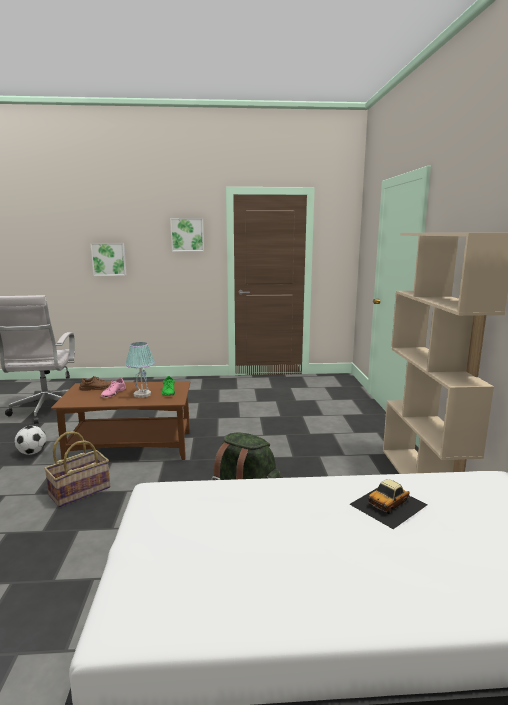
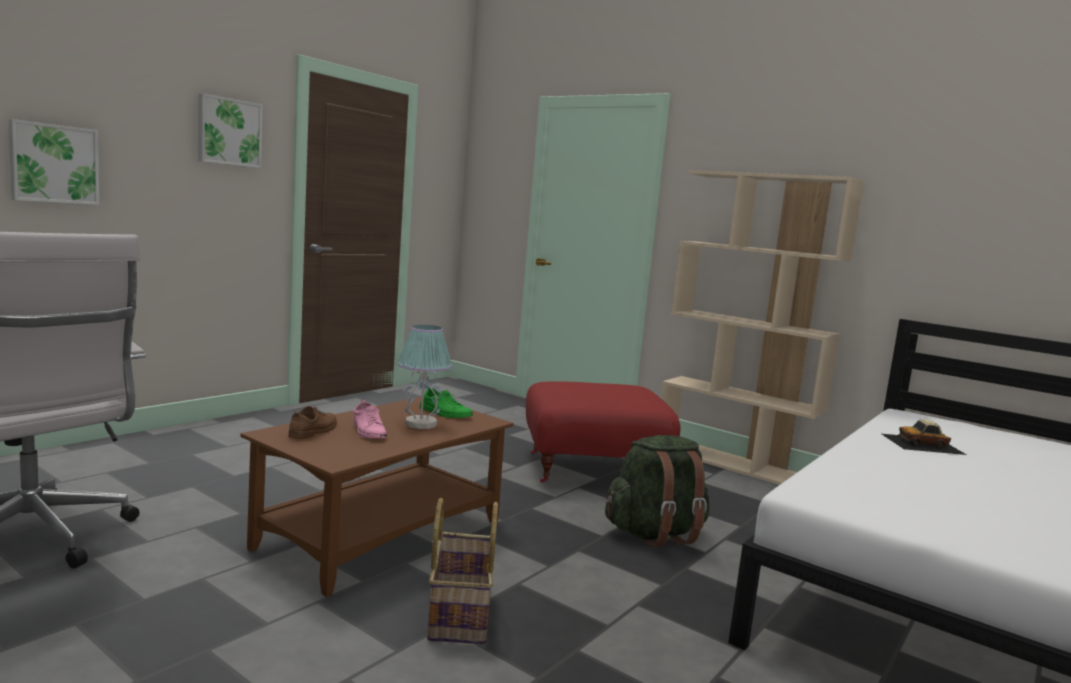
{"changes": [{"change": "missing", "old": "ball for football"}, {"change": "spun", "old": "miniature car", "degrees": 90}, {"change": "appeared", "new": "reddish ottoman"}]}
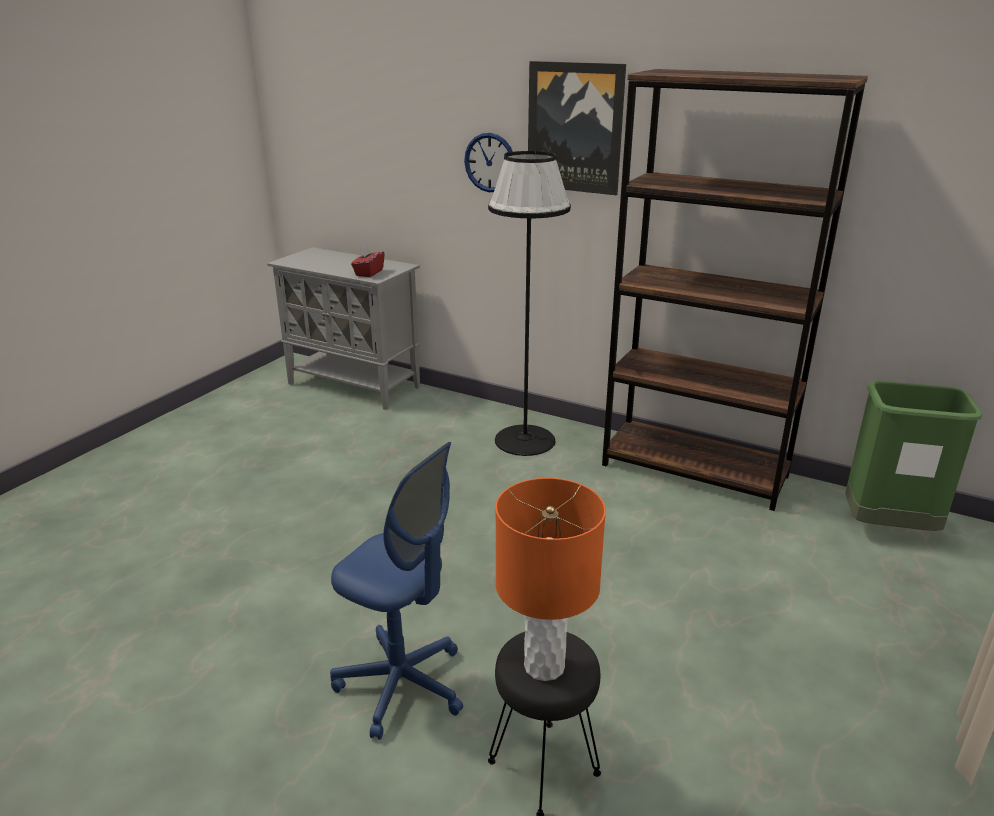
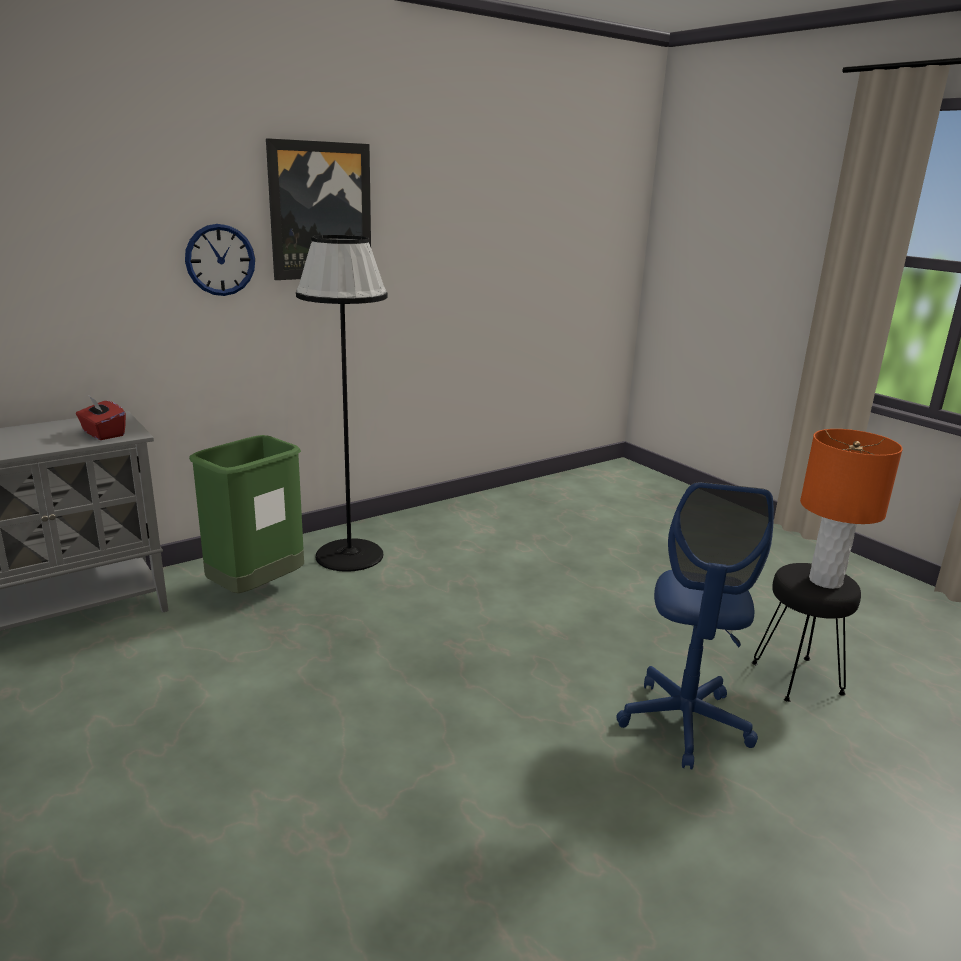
{"changes": [{"change": "spun", "old": "blue desk chair", "degrees": 135}, {"change": "missing", "old": "brown-coloured bookcase"}, {"change": "relocated", "old": "green-coloured rubbish bin"}]}
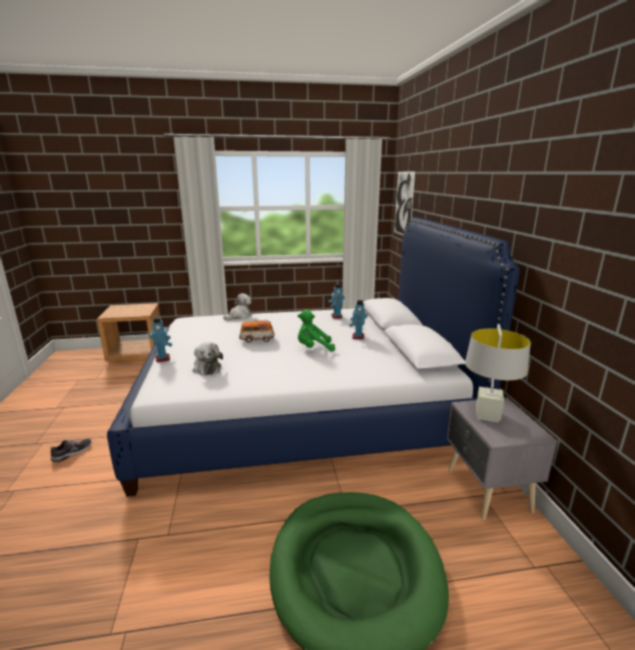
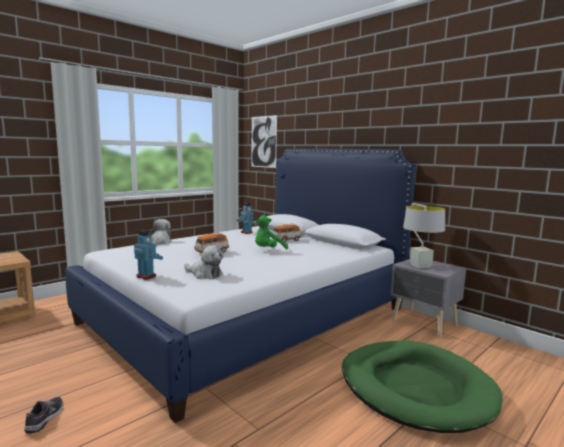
{"changes": [{"change": "exchanged", "old": "toy robot (no. 3 from left)", "new": "miniature car (no. 2 from left)"}]}
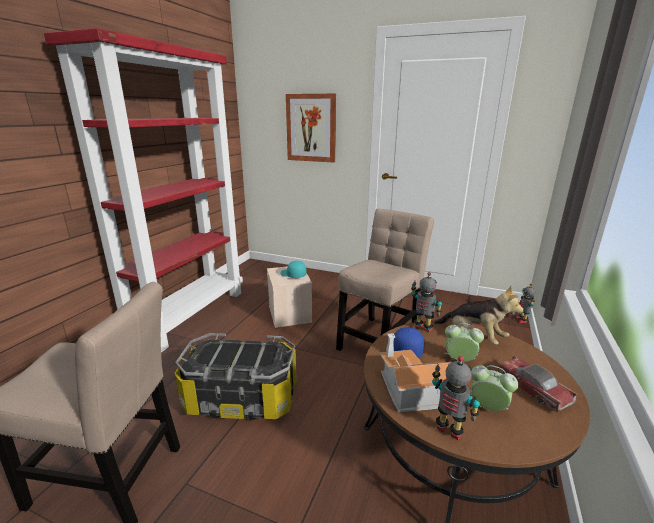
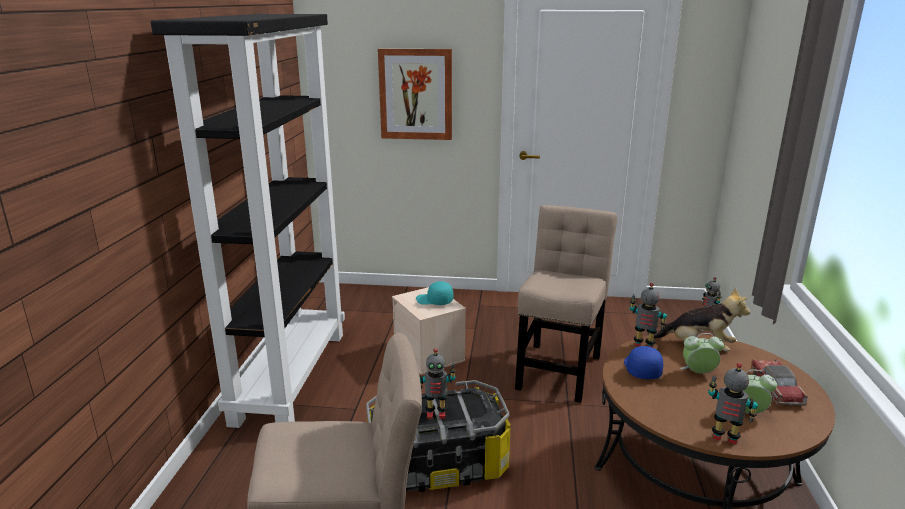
{"changes": [{"change": "colour", "old": "reddish bookcase", "new": "black-coloured bookcase"}, {"change": "missing", "old": "miniature house"}, {"change": "spun", "old": "miniature car", "degrees": 45}, {"change": "appeared", "new": "toy robot (no. 1 from left)"}]}
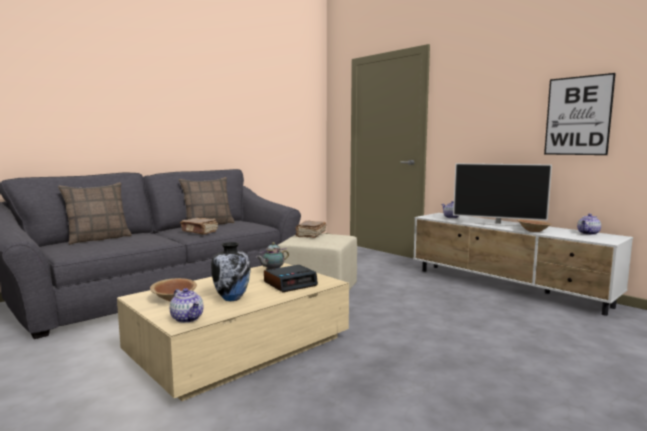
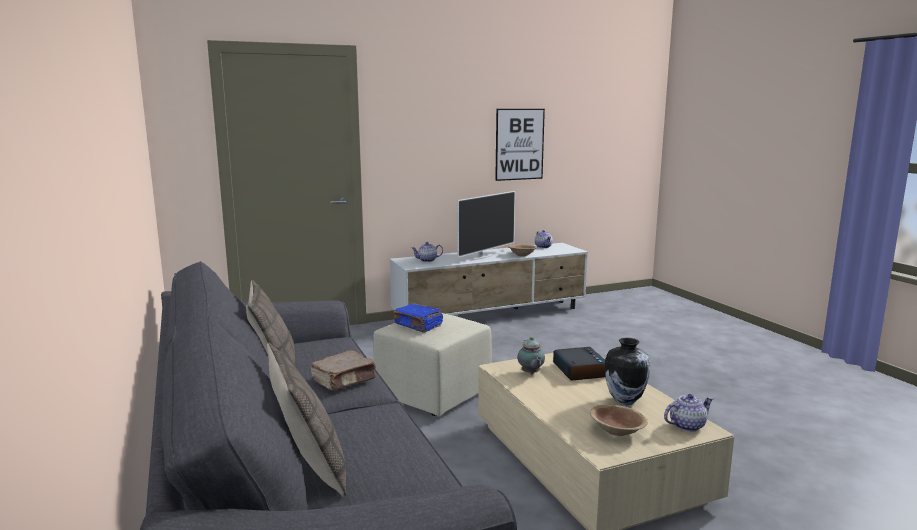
{"changes": [{"change": "colour", "old": "brown-coloured volume (no. 2 from left)", "new": "blue volume"}]}
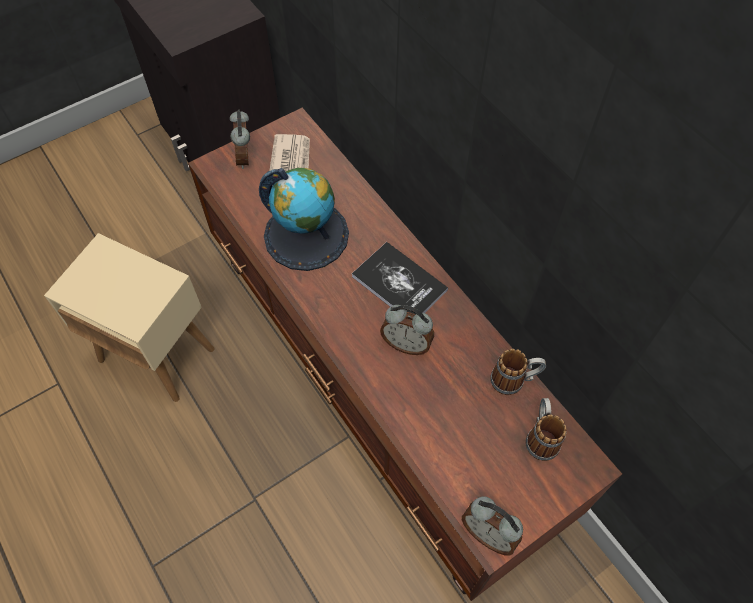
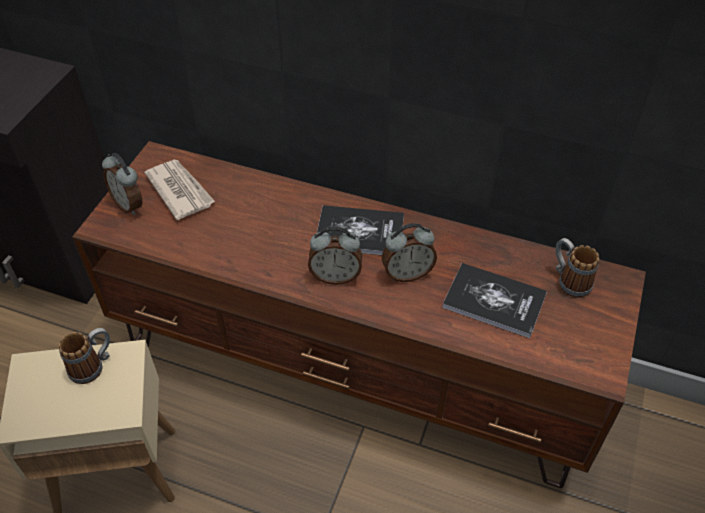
{"changes": [{"change": "missing", "old": "world globe"}, {"change": "relocated", "old": "alarm clock (no. 3 from left in the first image)", "new": "alarm clock (no. 2 from left)"}, {"change": "relocated", "old": "coffee mug (no. 1 from left)"}, {"change": "appeared", "new": "volume (no. 2 from left)"}]}
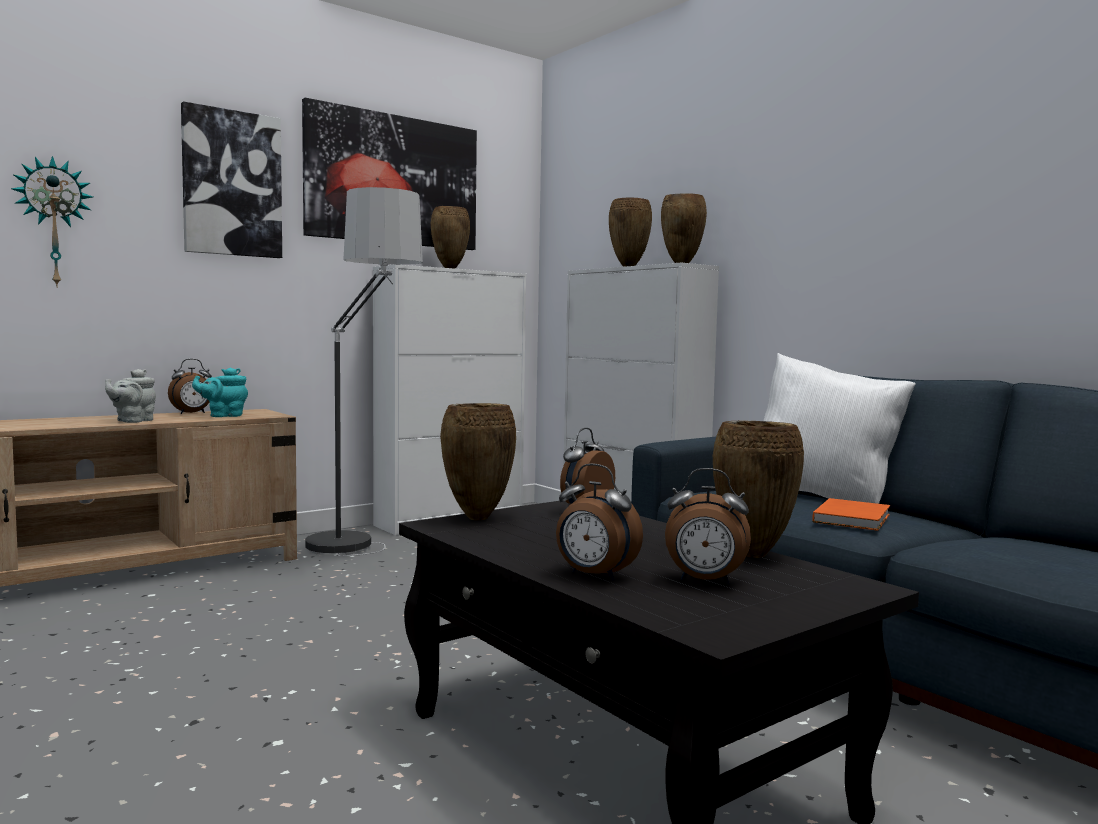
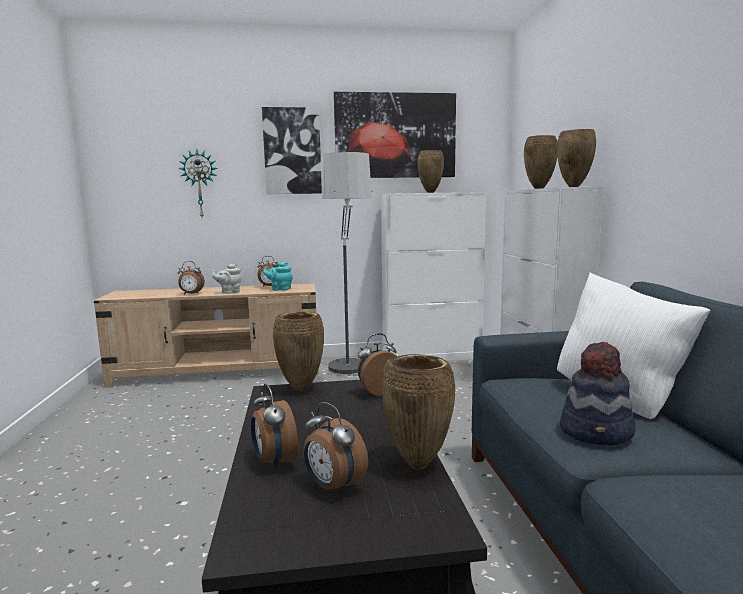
{"changes": [{"change": "exchanged", "old": "orange-coloured volume", "new": "wearable hat"}, {"change": "appeared", "new": "alarm clock (no. 1 from left)"}]}
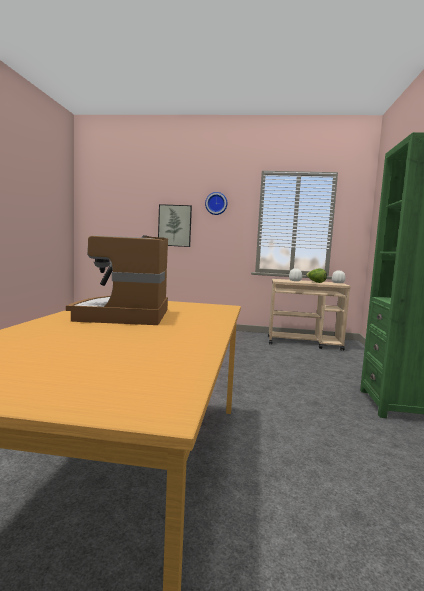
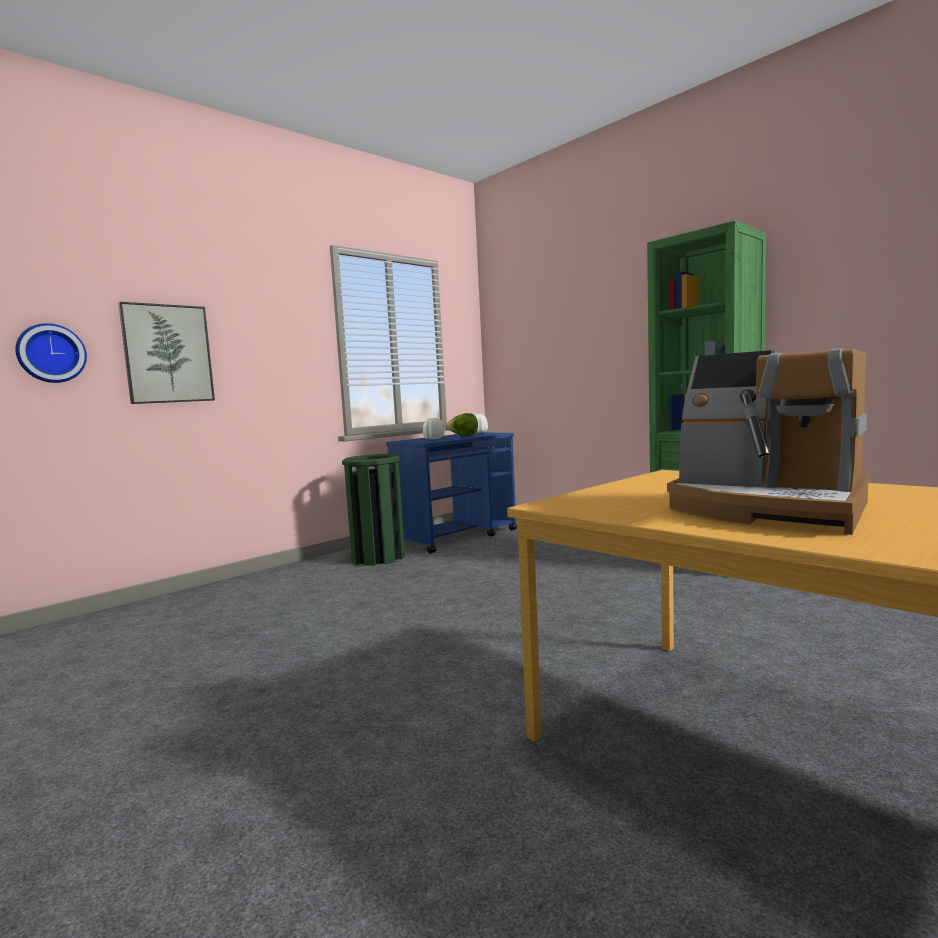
{"changes": [{"change": "relocated", "old": "wall clock"}, {"change": "colour", "old": "beige cart", "new": "blue cart"}, {"change": "appeared", "new": "green-coloured rubbish bin"}]}
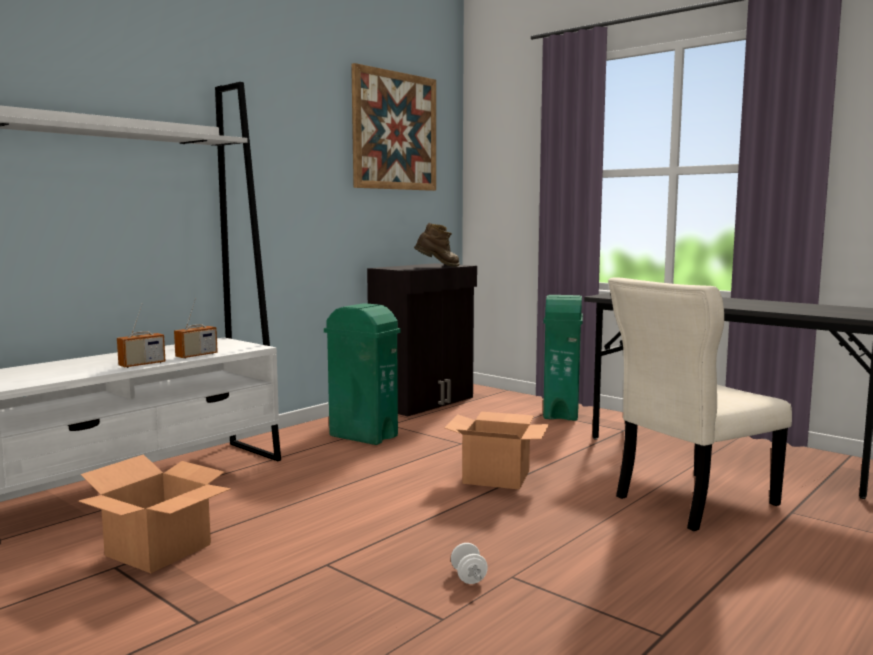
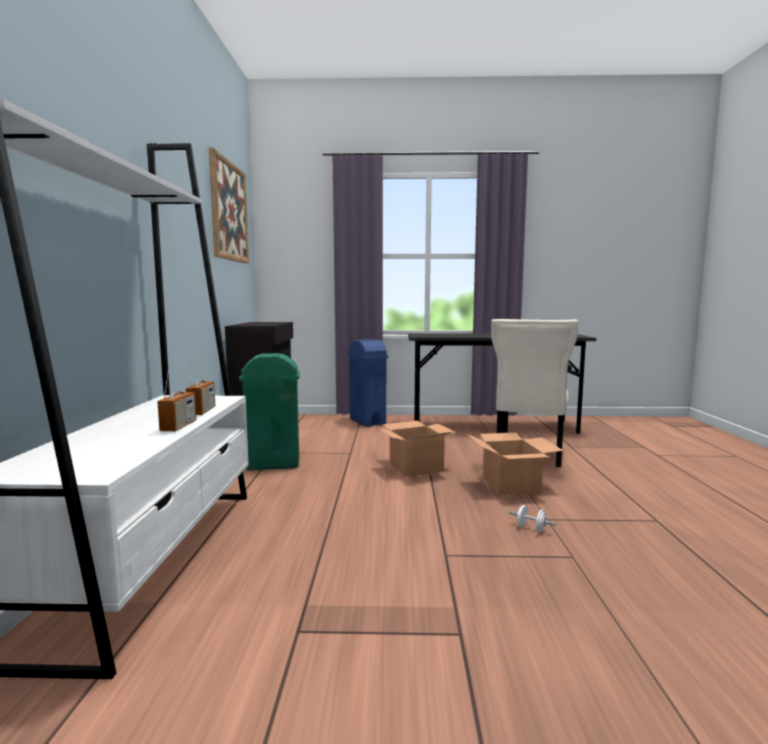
{"changes": [{"change": "relocated", "old": "carton (no. 1 from left in the first image)", "new": "carton (no. 2 from left)"}, {"change": "missing", "old": "brown-coloured boot"}, {"change": "colour", "old": "green-coloured rubbish bin (no. 2 from left)", "new": "blue rubbish bin"}]}
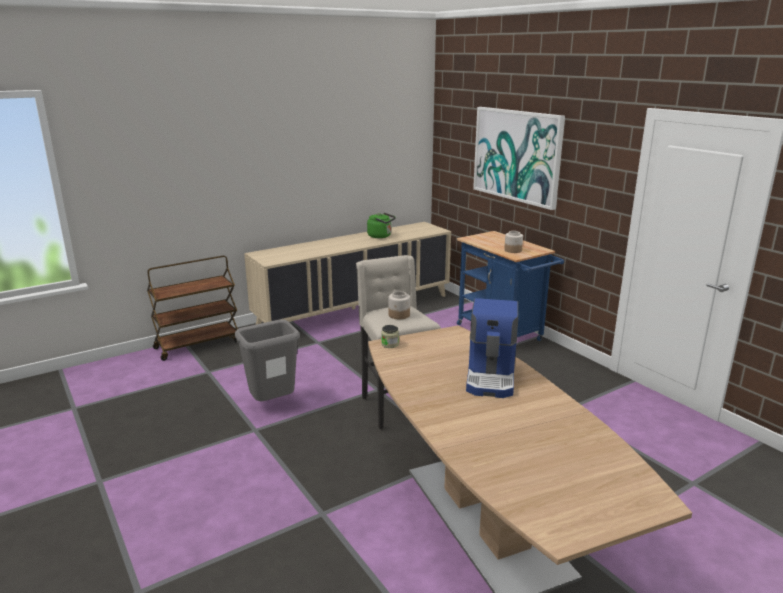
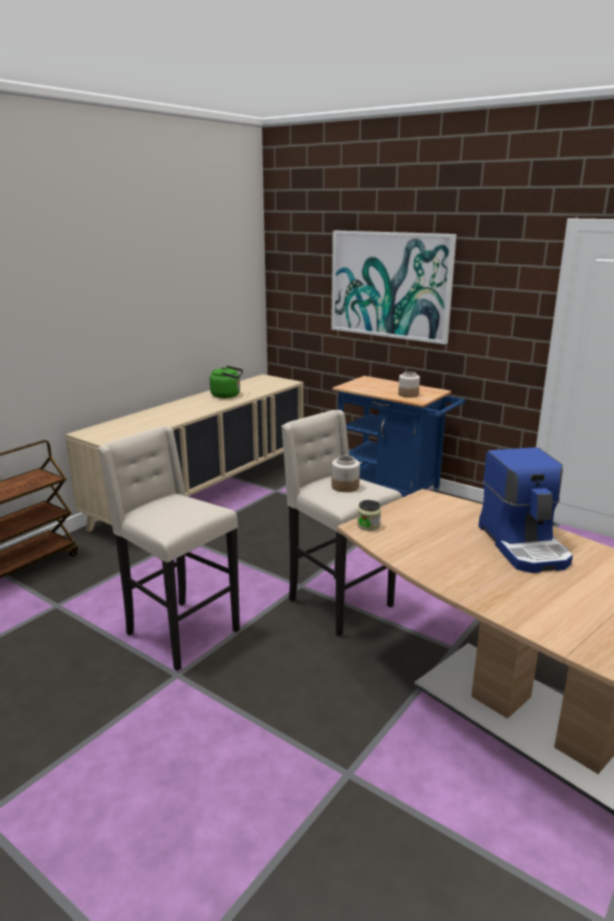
{"changes": [{"change": "exchanged", "old": "gray rubbish bin", "new": "beige sitting stool (no. 1 from left)"}]}
